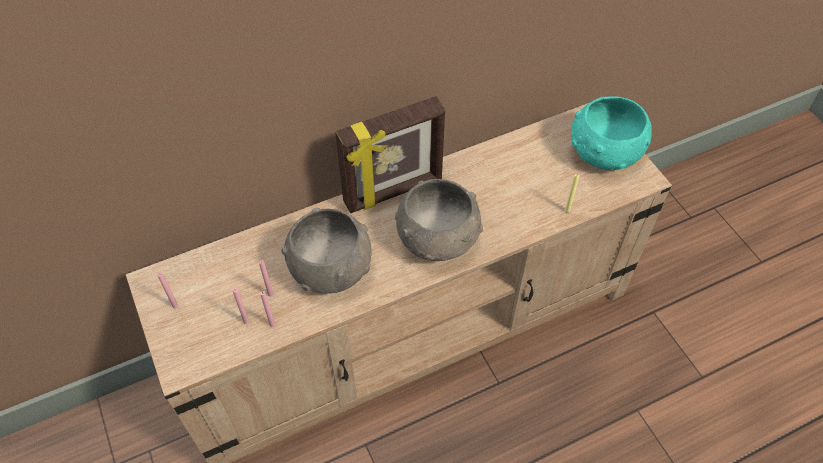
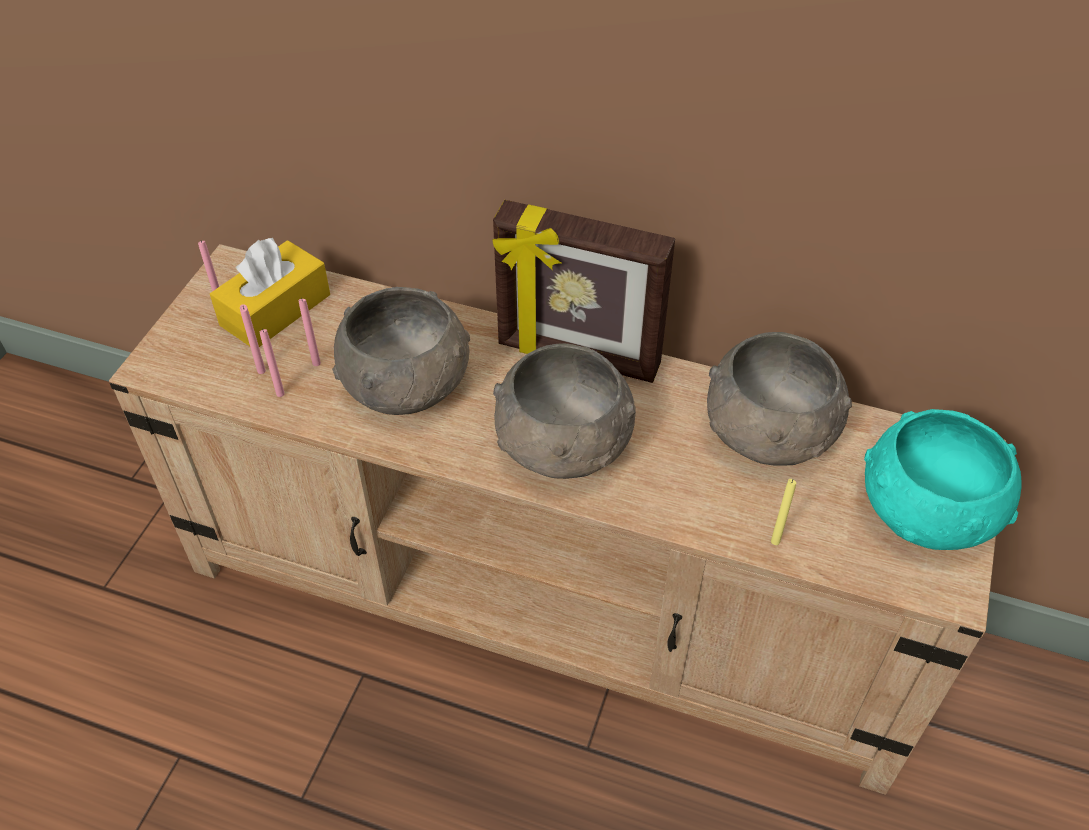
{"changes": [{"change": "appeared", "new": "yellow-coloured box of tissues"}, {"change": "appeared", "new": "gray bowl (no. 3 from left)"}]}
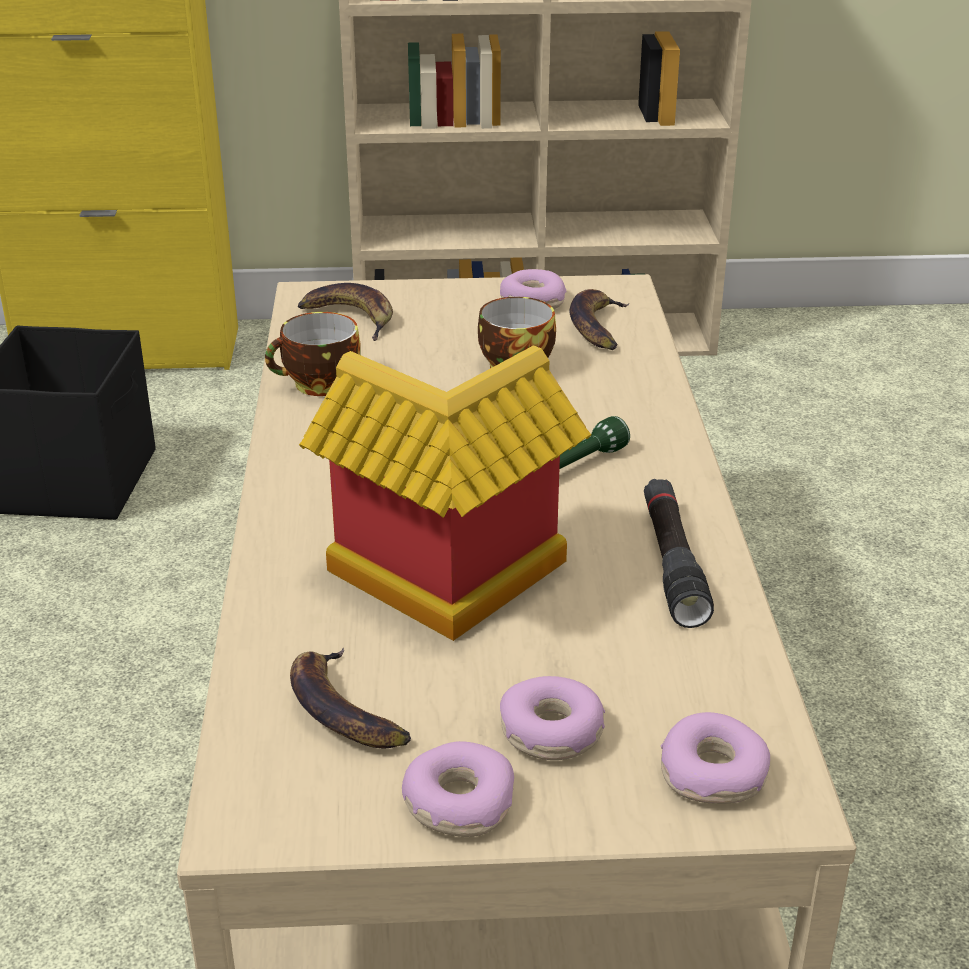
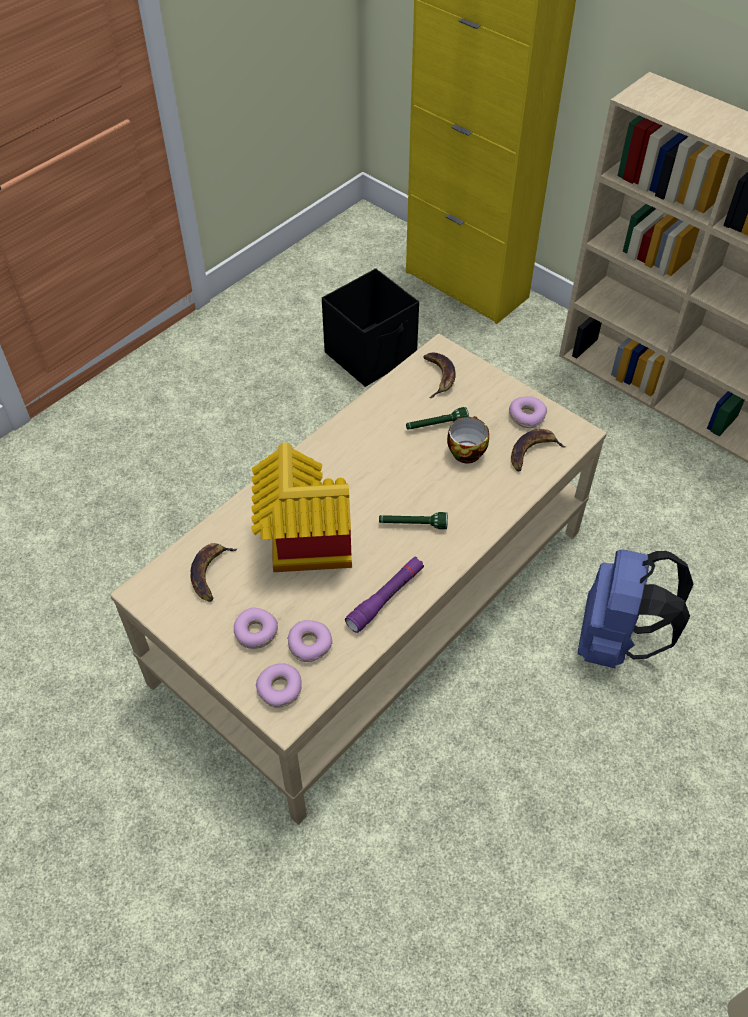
{"changes": [{"change": "missing", "old": "small cup (no. 1 from left)"}, {"change": "relocated", "old": "donut (no. 1 from left in the first image)", "new": "donut (no. 3 from left)"}, {"change": "colour", "old": "black-coloured flashlight", "new": "purplish flashlight"}, {"change": "appeared", "new": "green-coloured flashlight (no. 2 from left)"}, {"change": "appeared", "new": "blue knapsack"}]}
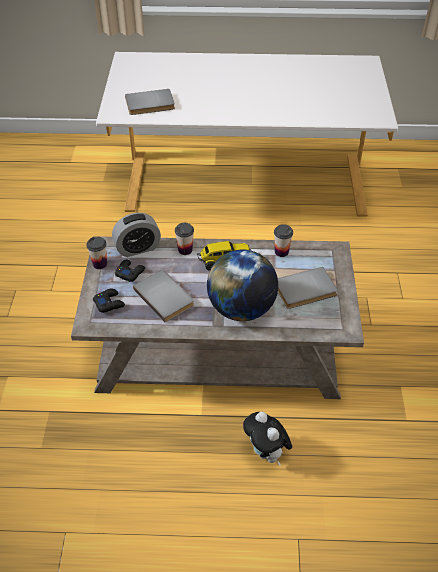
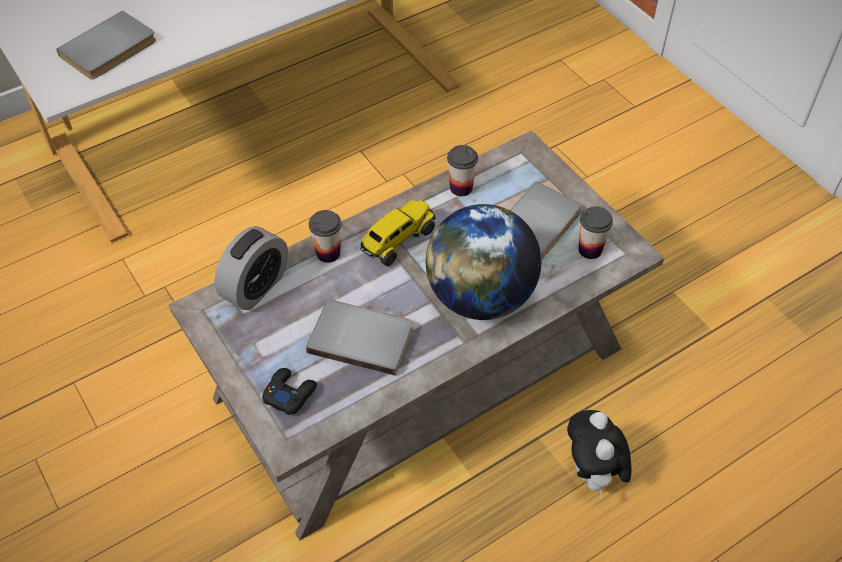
{"changes": [{"change": "relocated", "old": "small cup (no. 1 from left in the first image)", "new": "small cup (no. 3 from left)"}, {"change": "missing", "old": "black-coloured joypad (no. 2 from left)"}, {"change": "spun", "old": "soft toy", "degrees": 60}]}
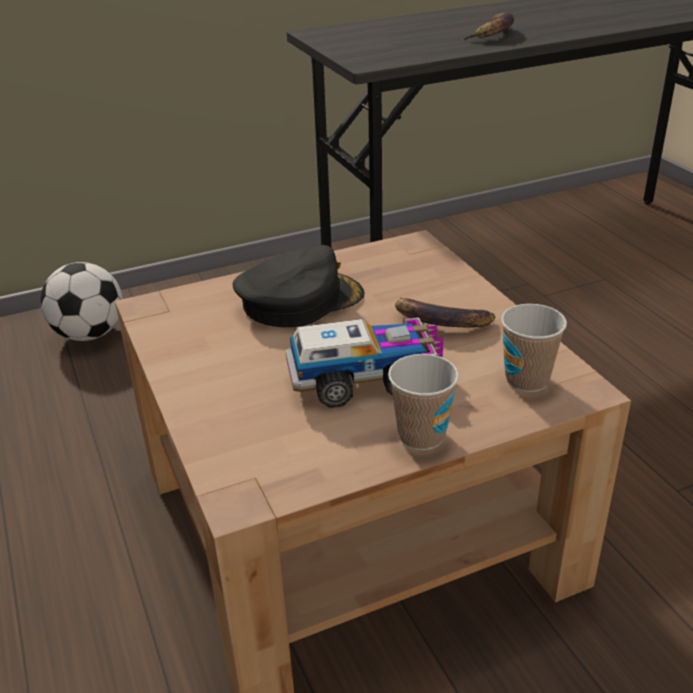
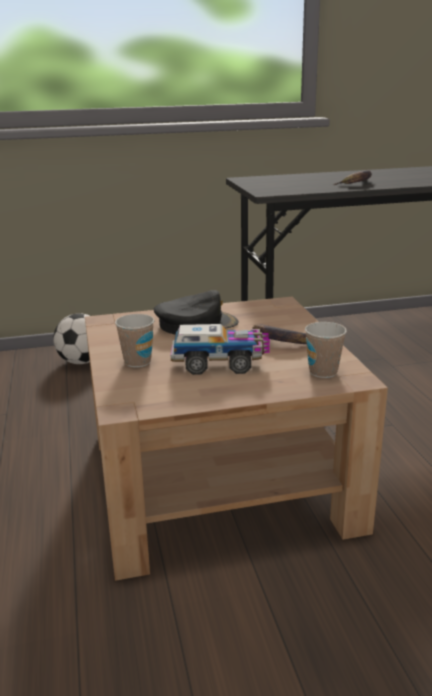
{"changes": [{"change": "relocated", "old": "small cup (no. 1 from left)"}]}
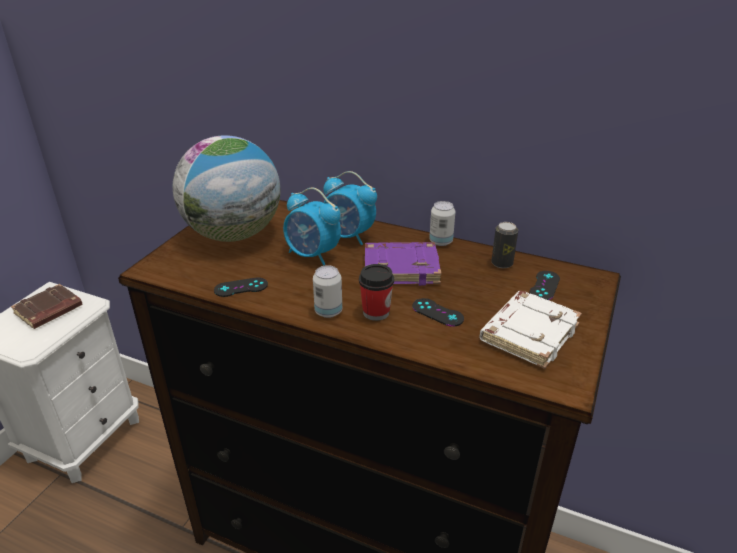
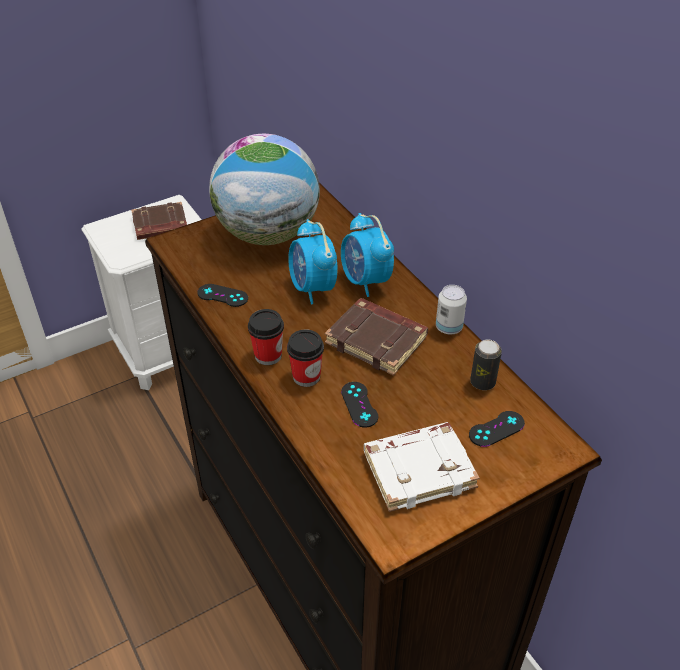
{"changes": [{"change": "exchanged", "old": "sealed can (no. 1 from left)", "new": "small cup (no. 1 from left)"}, {"change": "colour", "old": "purplish volume", "new": "brown-coloured volume (no. 2 from left)"}]}
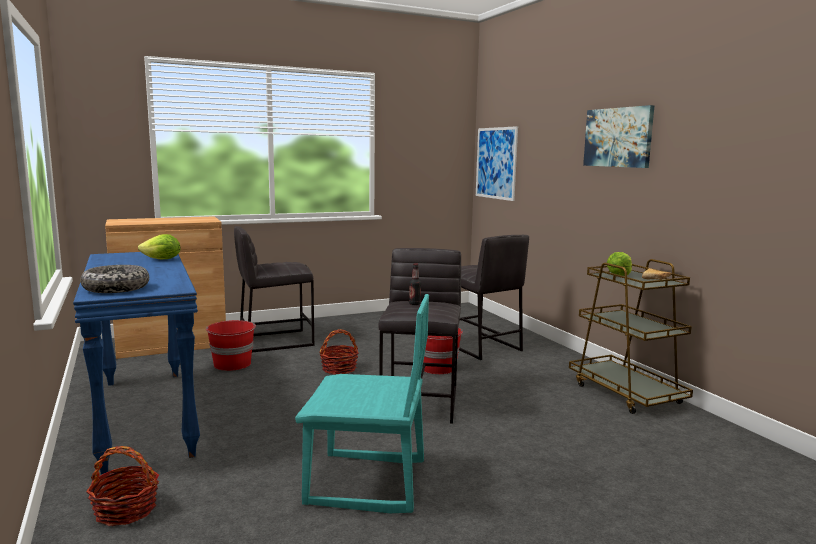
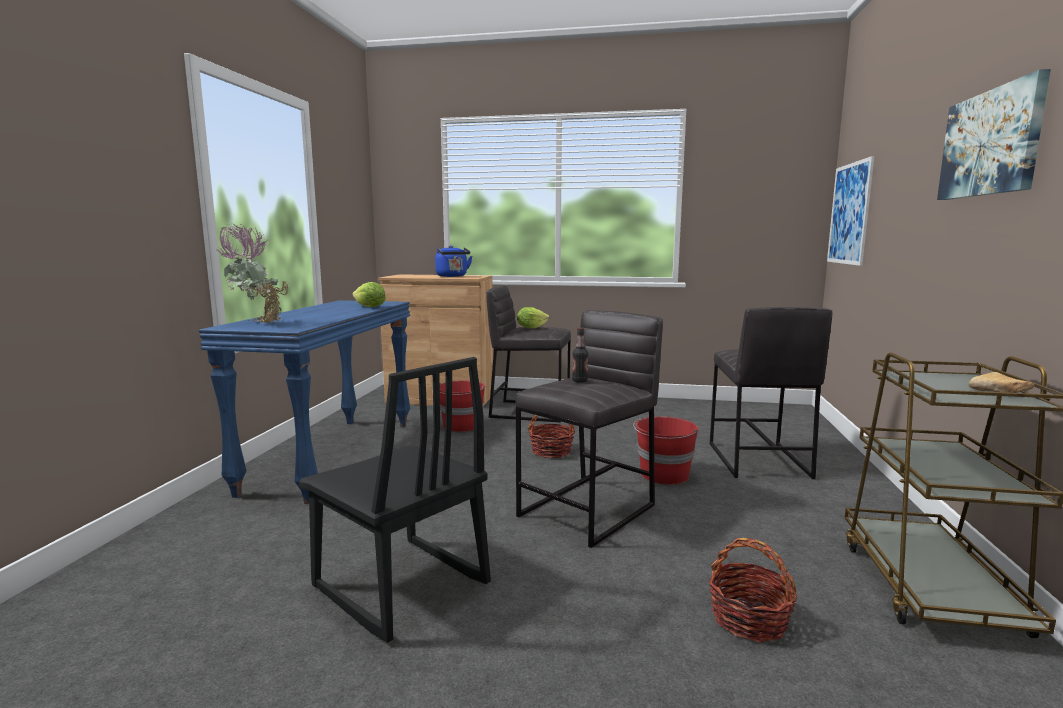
{"changes": [{"change": "exchanged", "old": "bowl", "new": "potted plant"}, {"change": "relocated", "old": "basket (no. 1 from left in the first image)", "new": "basket (no. 2 from left)"}, {"change": "colour", "old": "turquoise chair", "new": "black-coloured chair"}, {"change": "relocated", "old": "lettuce head (no. 2 from left)"}, {"change": "appeared", "new": "blue kettle"}]}
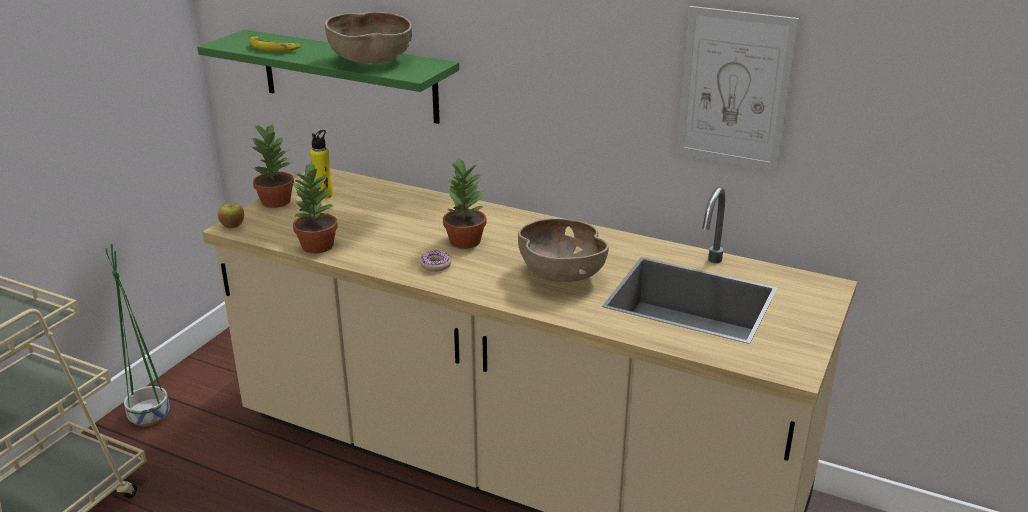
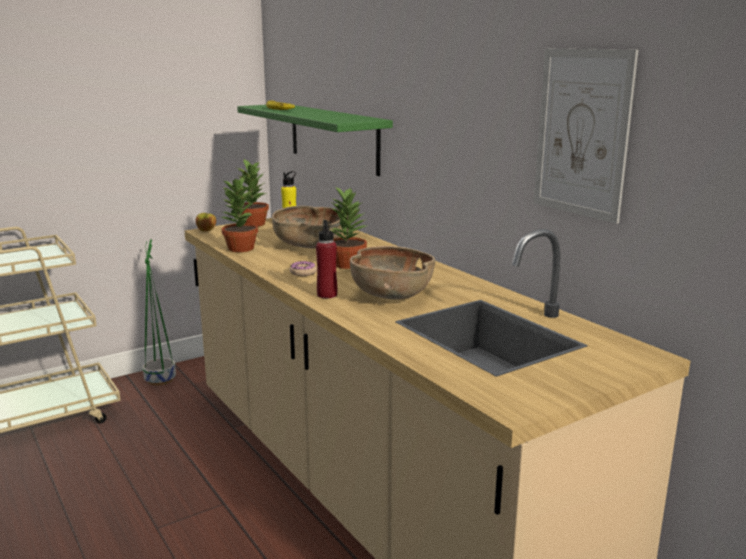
{"changes": [{"change": "relocated", "old": "brown-coloured bowl (no. 1 from left)"}, {"change": "appeared", "new": "reddish bottle"}]}
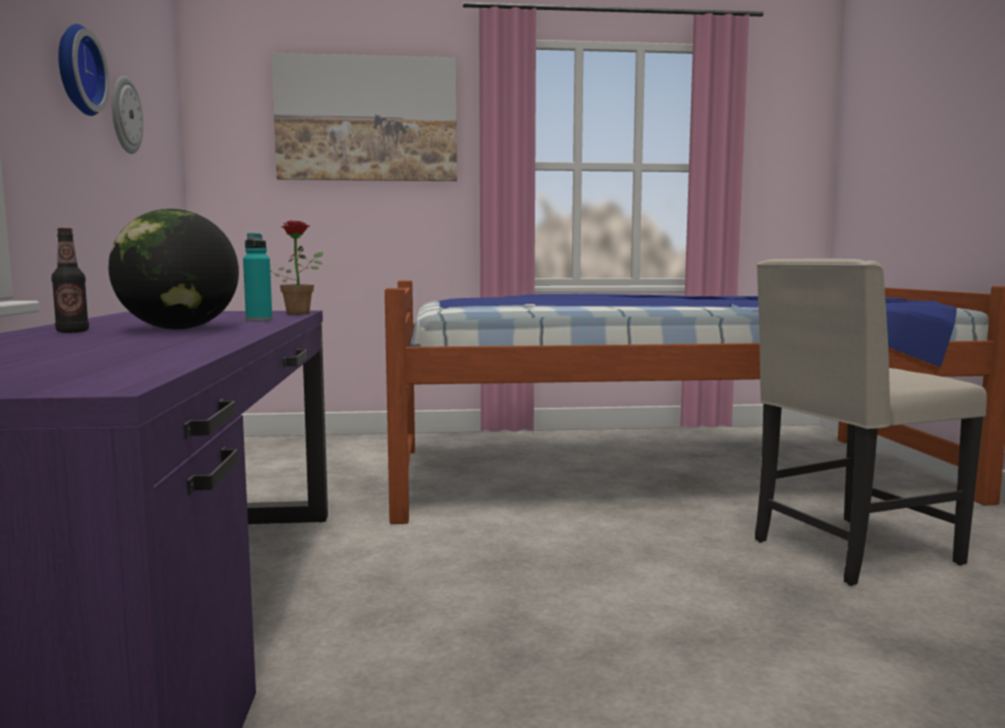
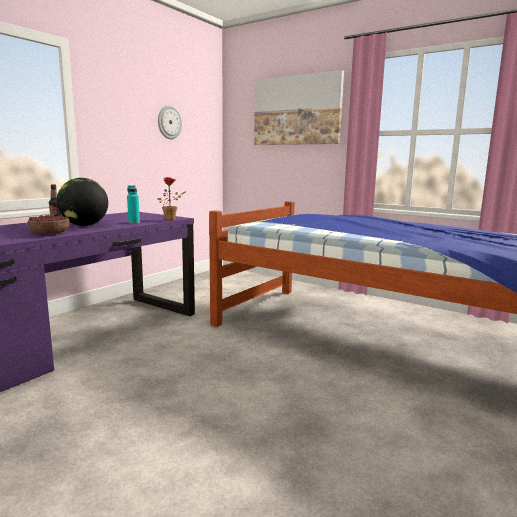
{"changes": [{"change": "missing", "old": "wall clock (no. 1 from left)"}, {"change": "missing", "old": "beige chair"}, {"change": "appeared", "new": "bowl"}]}
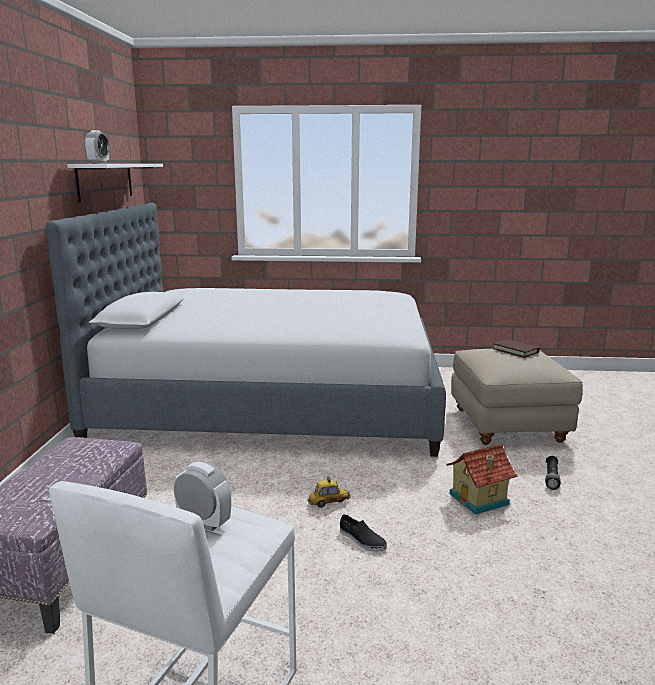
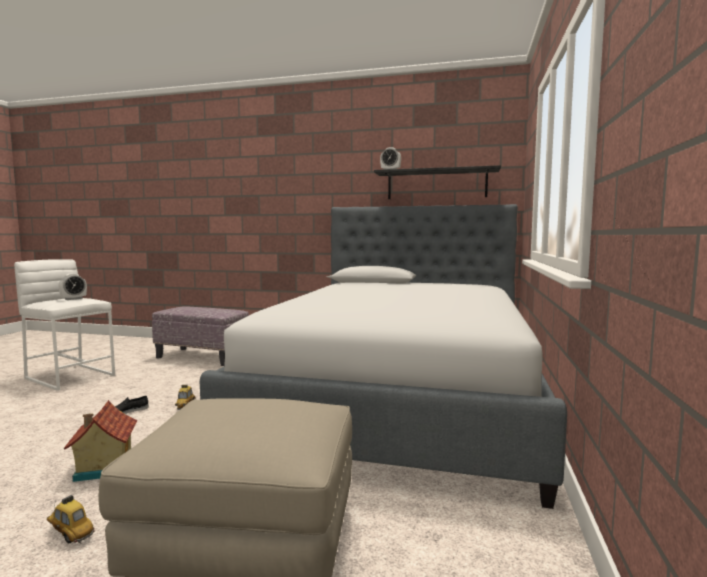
{"changes": [{"change": "colour", "old": "whitish bracket shelf", "new": "black-coloured bracket shelf"}, {"change": "missing", "old": "brown-coloured volume"}, {"change": "exchanged", "old": "black-coloured flashlight", "new": "miniature car (no. 1 from left)"}]}
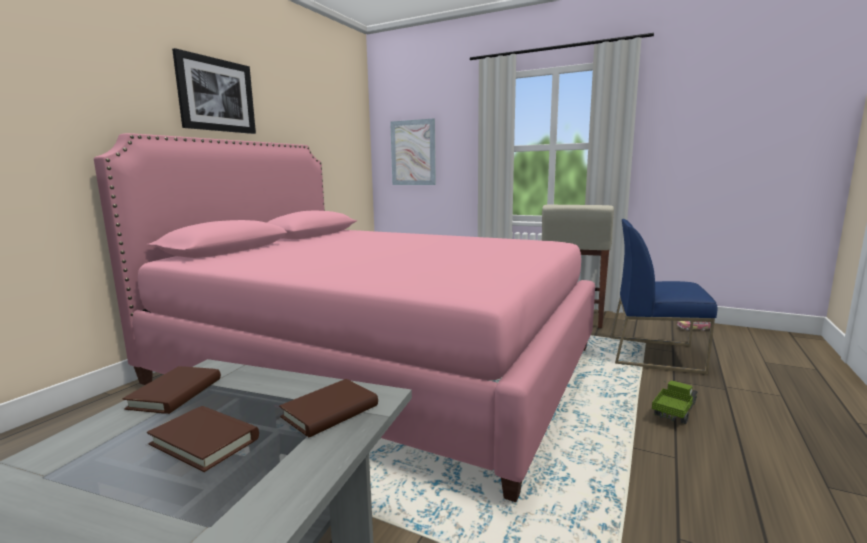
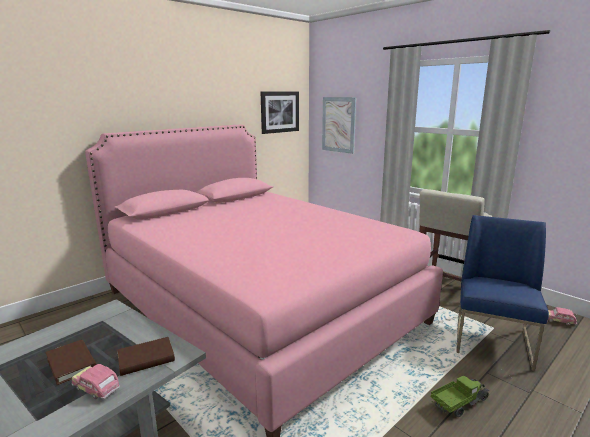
{"changes": [{"change": "missing", "old": "brown-coloured volume (no. 1 from left)"}, {"change": "relocated", "old": "wall art (no. 1 from left)"}, {"change": "spun", "old": "blue chair", "degrees": 75}, {"change": "appeared", "new": "miniature car (no. 1 from left)"}]}
